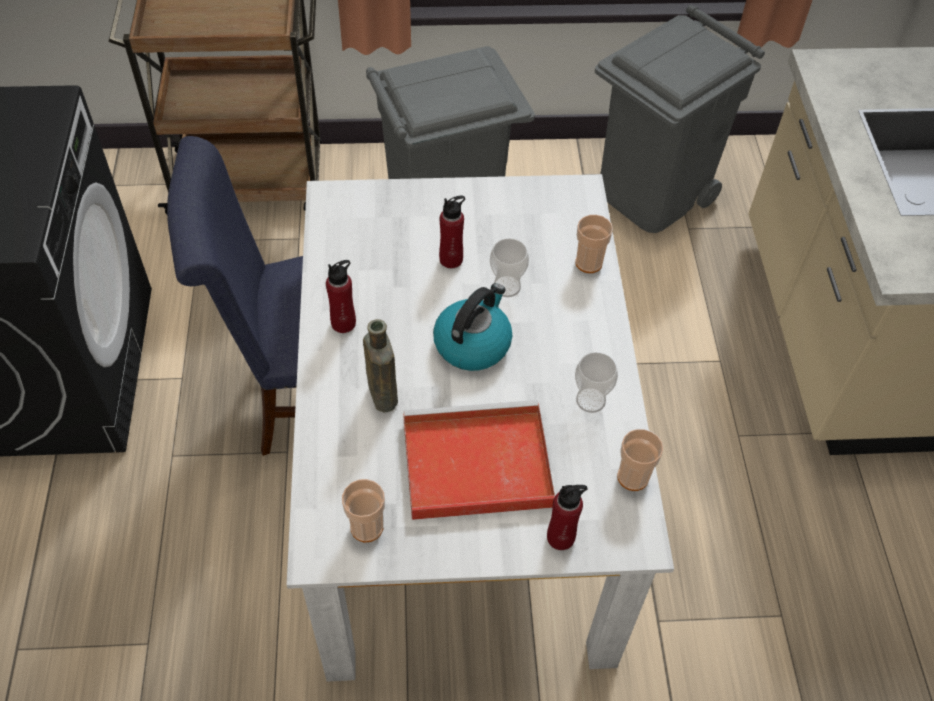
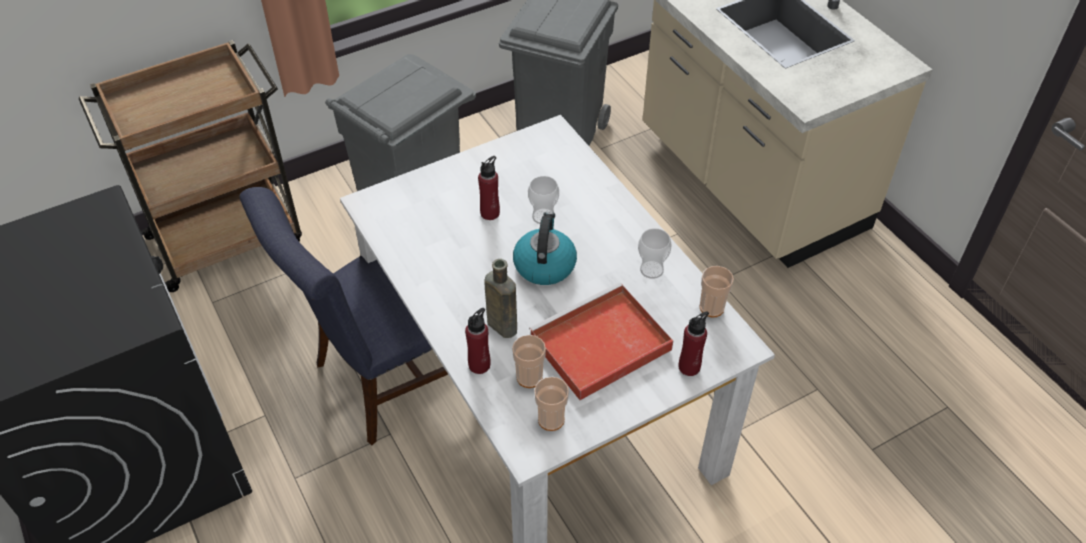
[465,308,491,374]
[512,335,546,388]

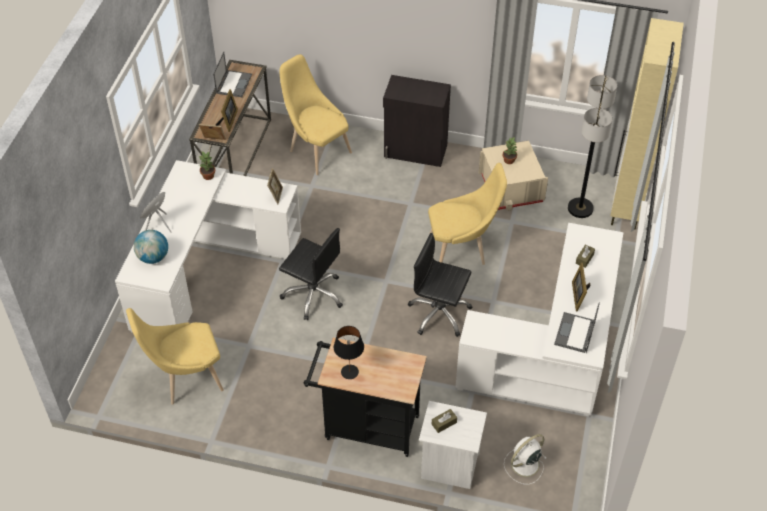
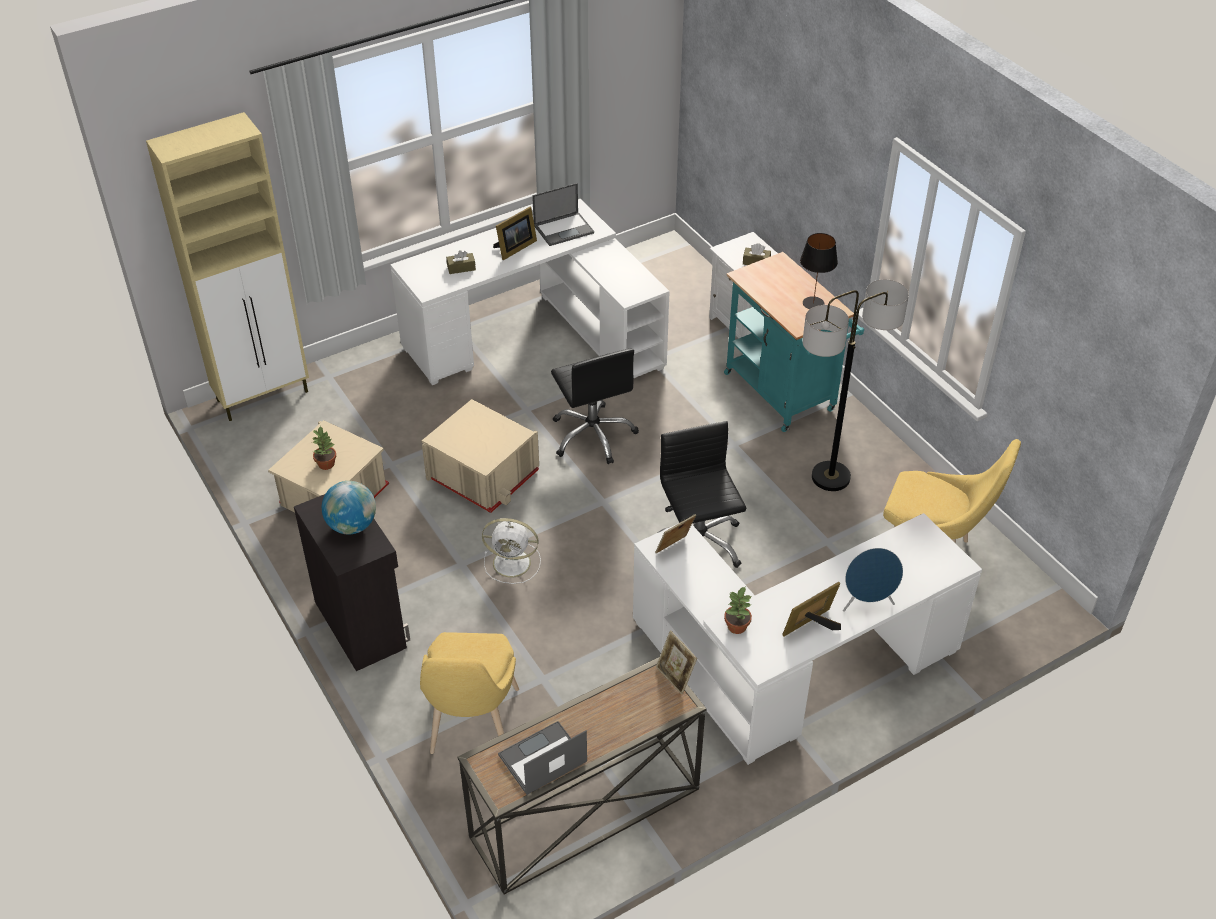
[322,481,376,534]
[782,582,841,637]
[482,518,541,584]
[802,279,909,491]
[422,399,539,513]
[724,252,864,432]

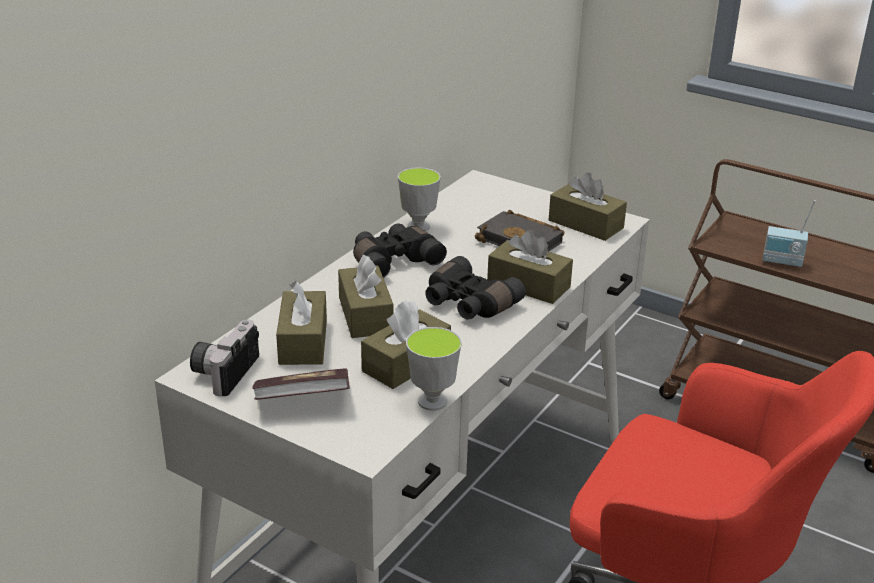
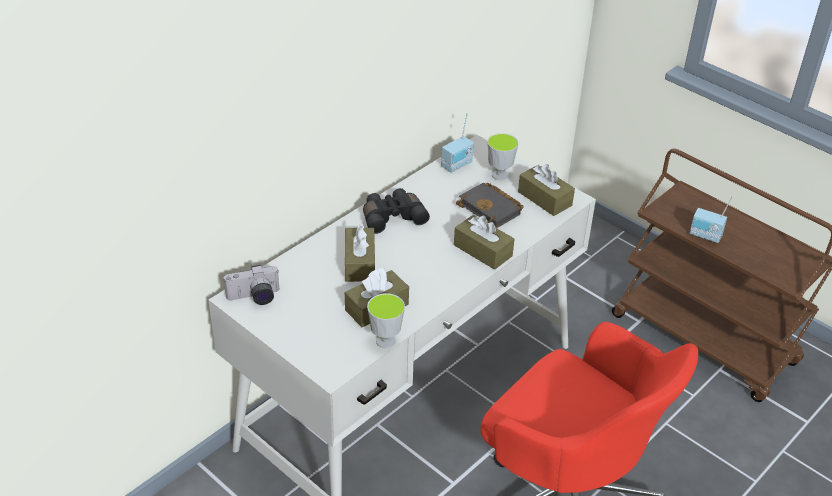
[252,368,350,400] (first image)
[276,281,327,365] (first image)
[425,256,526,319] (first image)
[441,113,474,173]
[487,133,519,180]
[224,265,280,305]

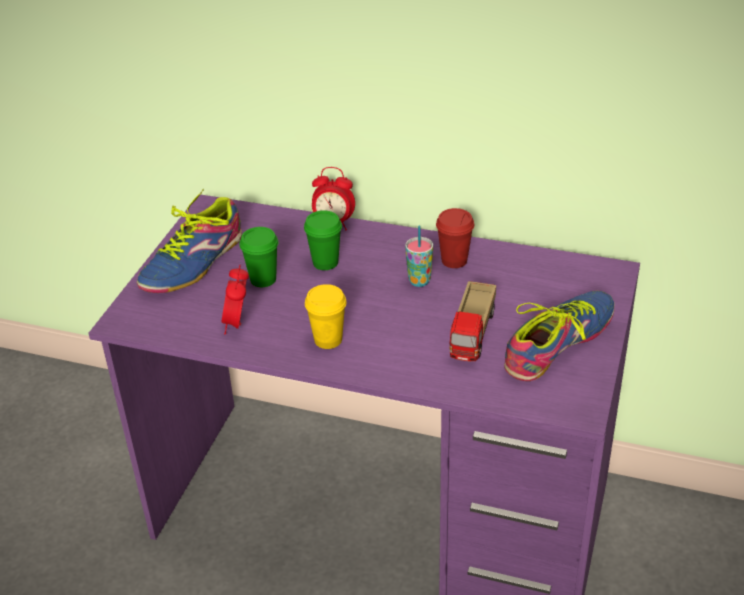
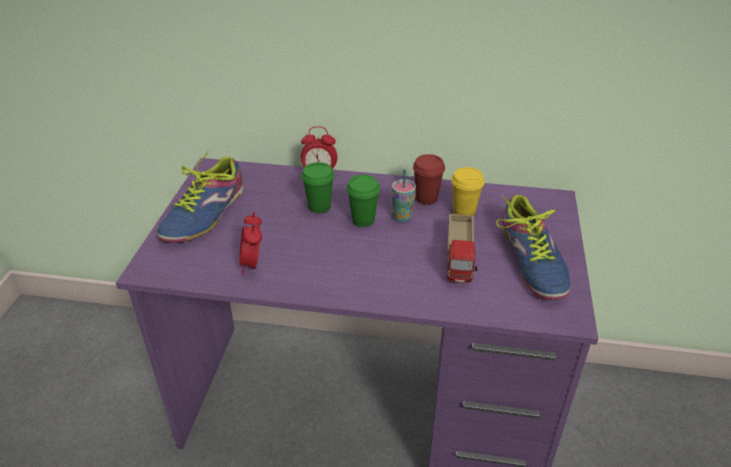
[346,175,380,227]
[451,167,485,216]
[496,195,571,300]

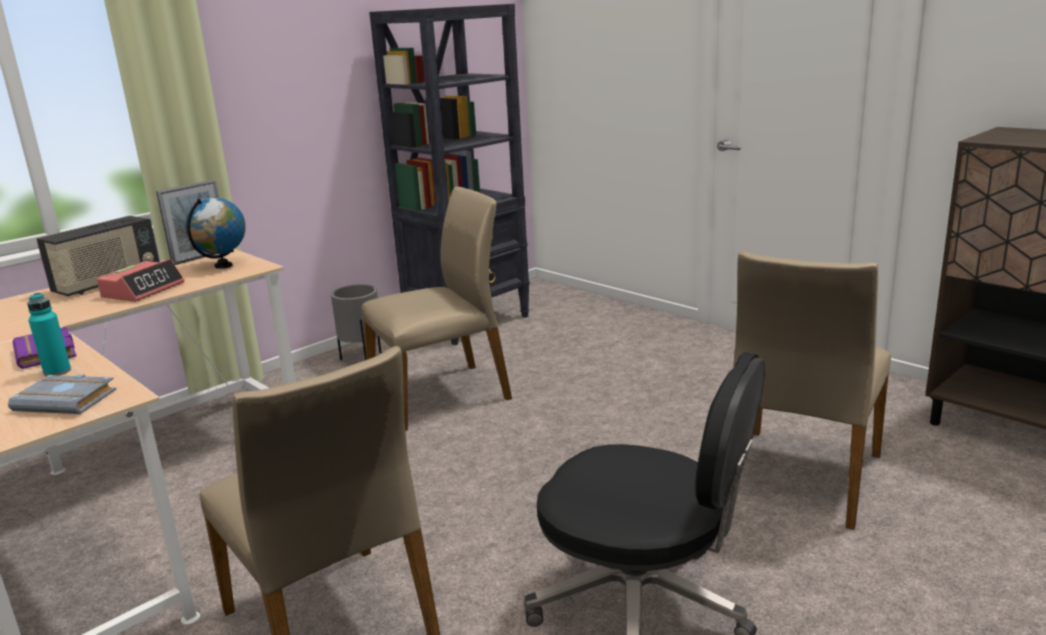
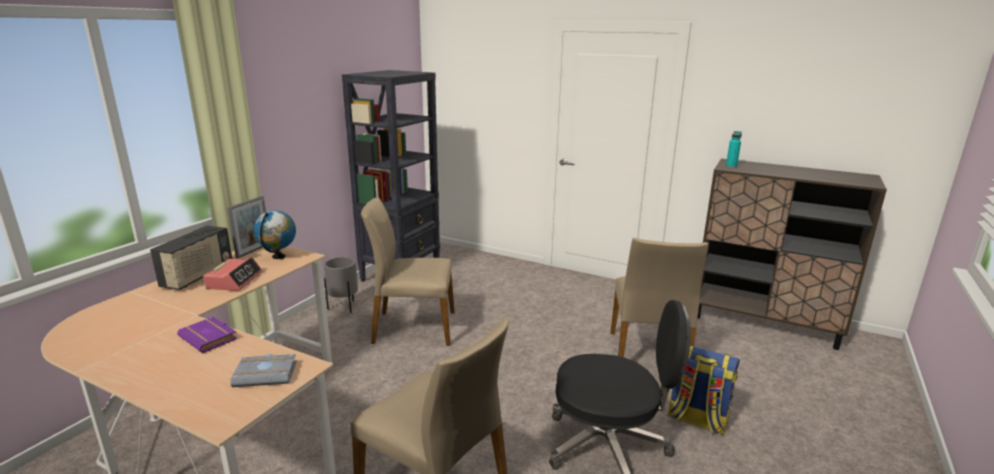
[667,345,740,435]
[726,131,742,168]
[361,197,455,346]

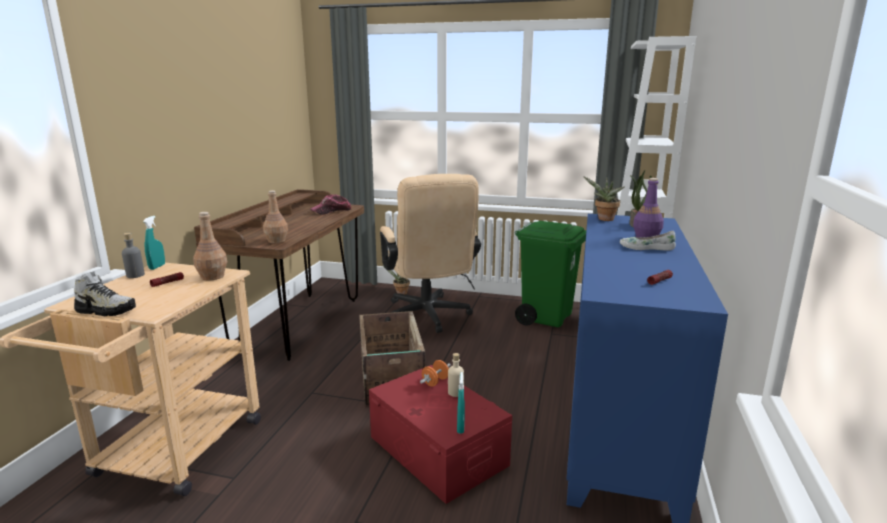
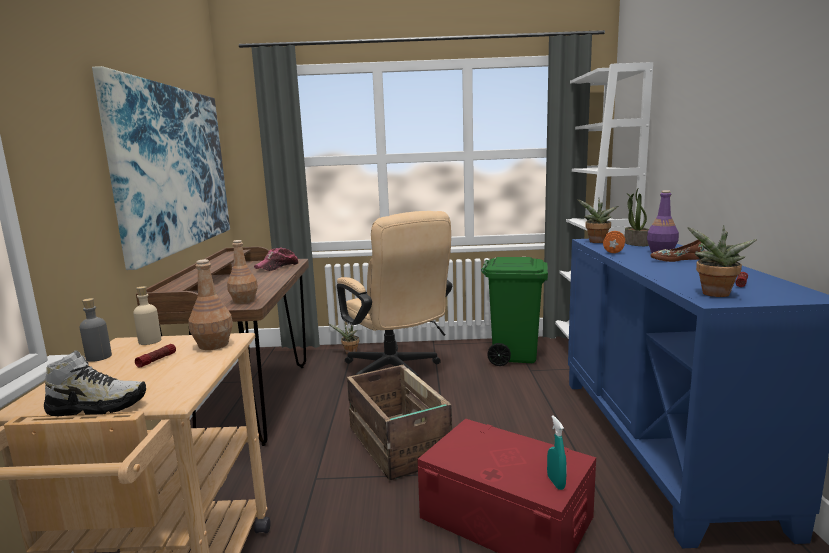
[143,216,165,270] (first image)
[92,66,230,270]
[687,225,757,297]
[603,231,625,253]
[133,286,161,345]
[650,240,705,262]

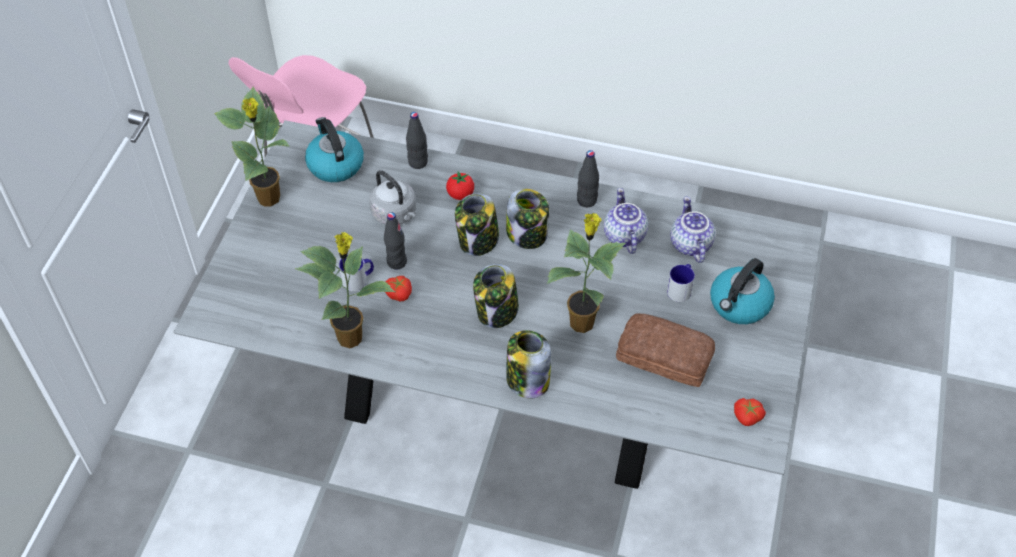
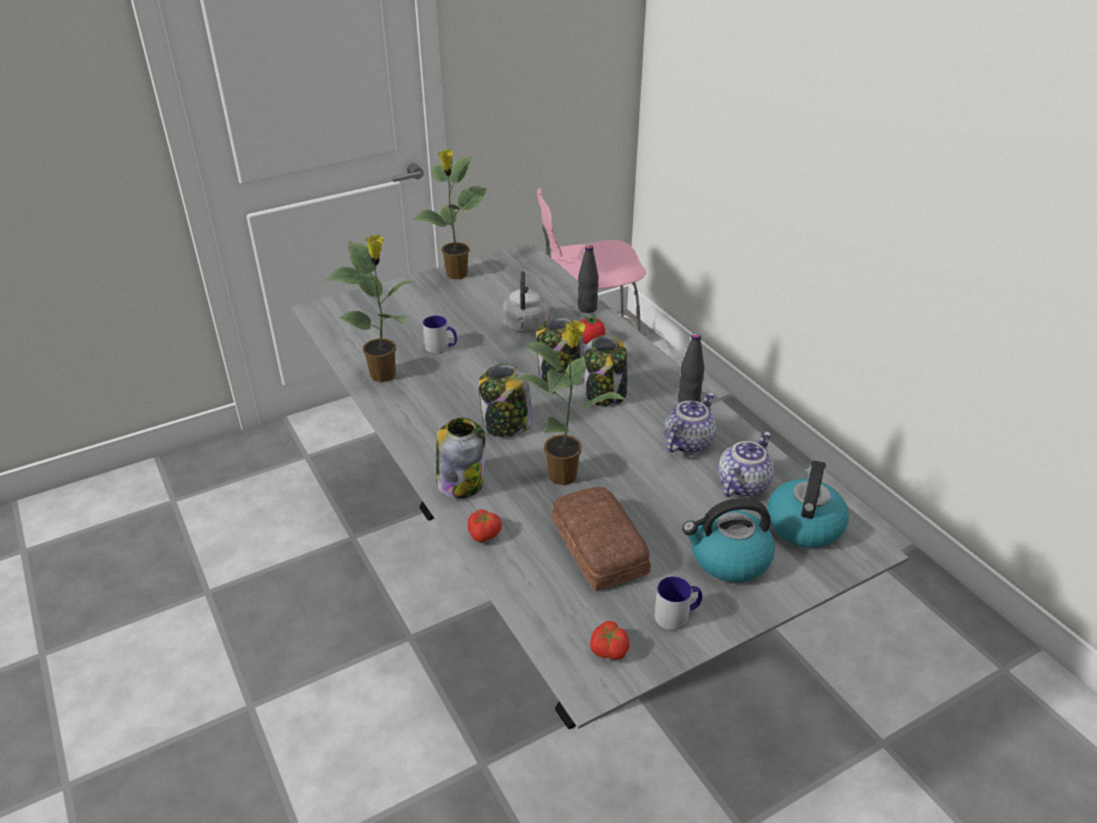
[384,212,407,270] (first image)
[767,460,849,548]
[468,509,502,542]
[654,576,702,630]

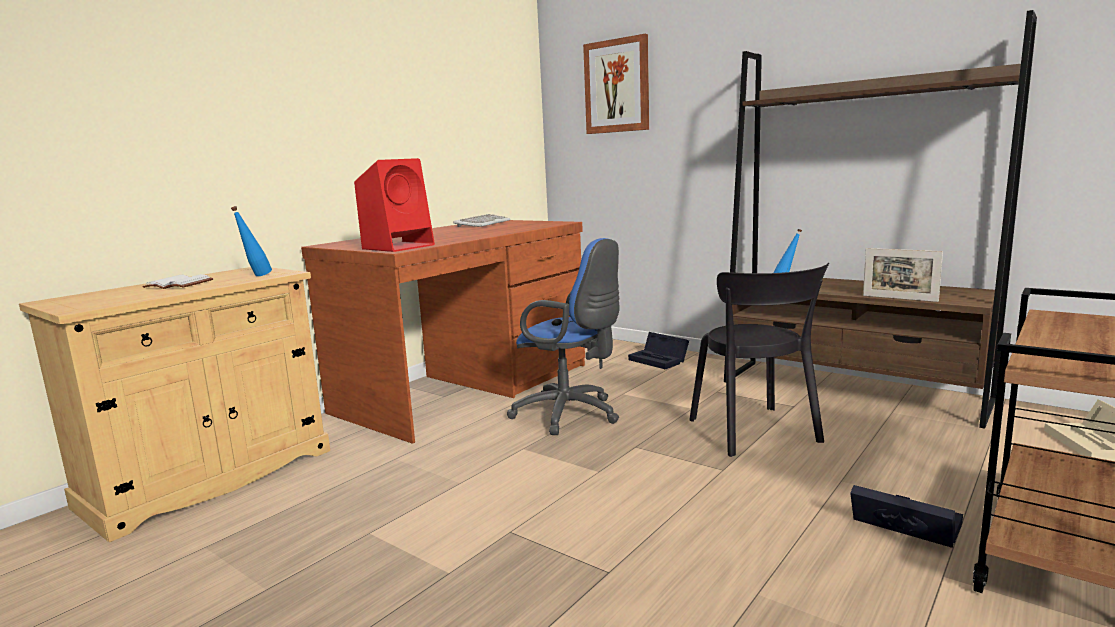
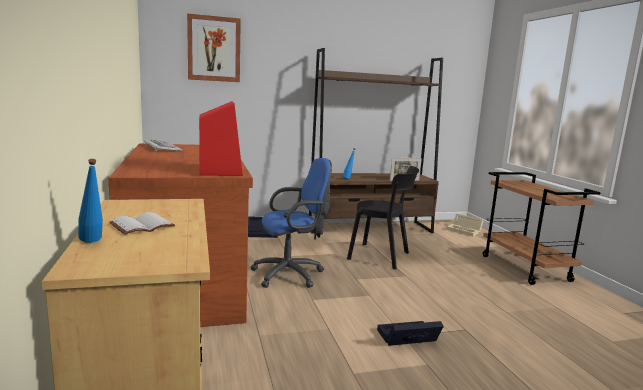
[78,159,103,243]
[377,321,444,346]

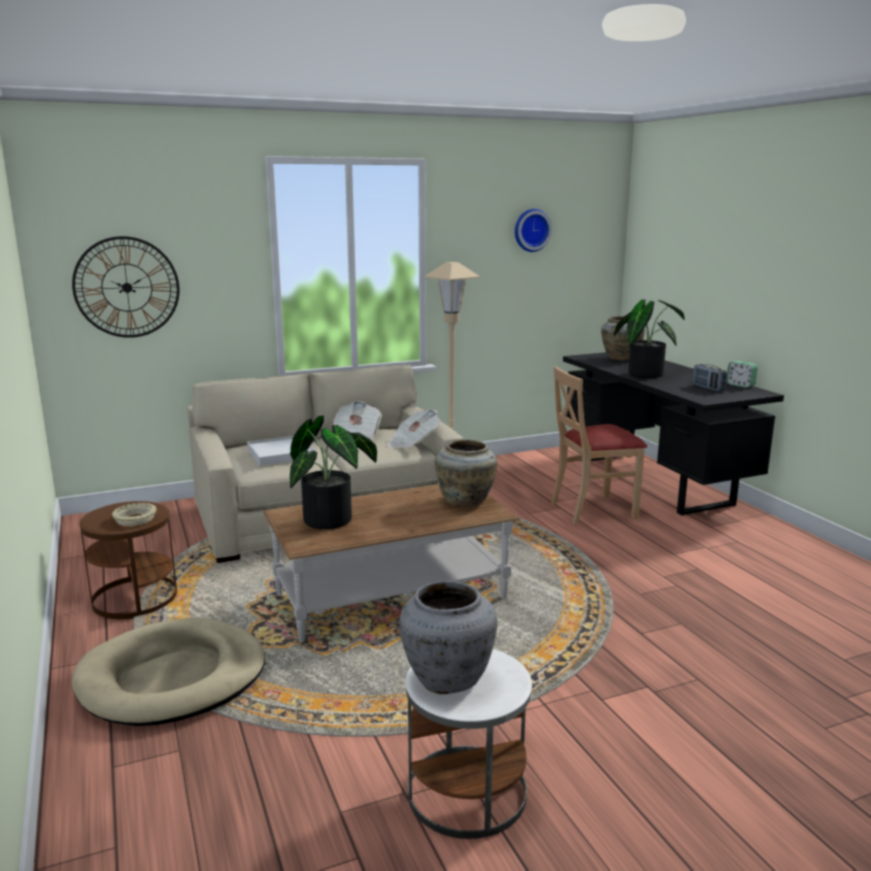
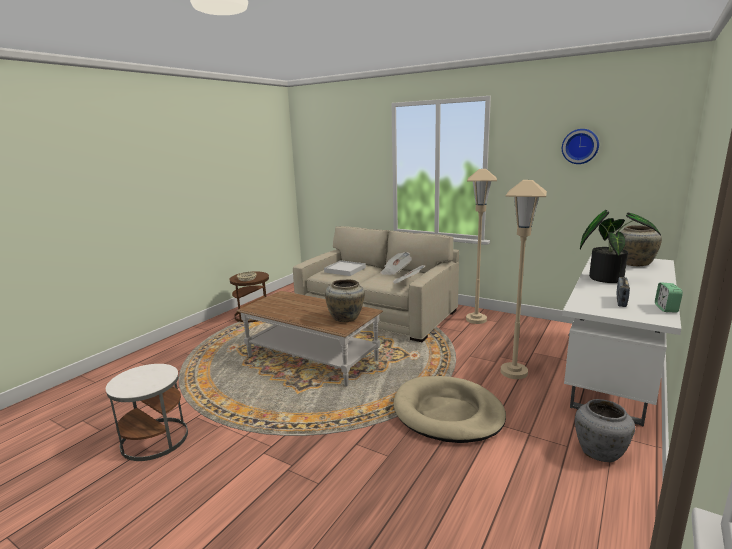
[72,236,180,338] (first image)
[290,415,377,529] (first image)
[394,376,506,443]
[575,399,635,462]
[500,180,547,379]
[562,254,681,427]

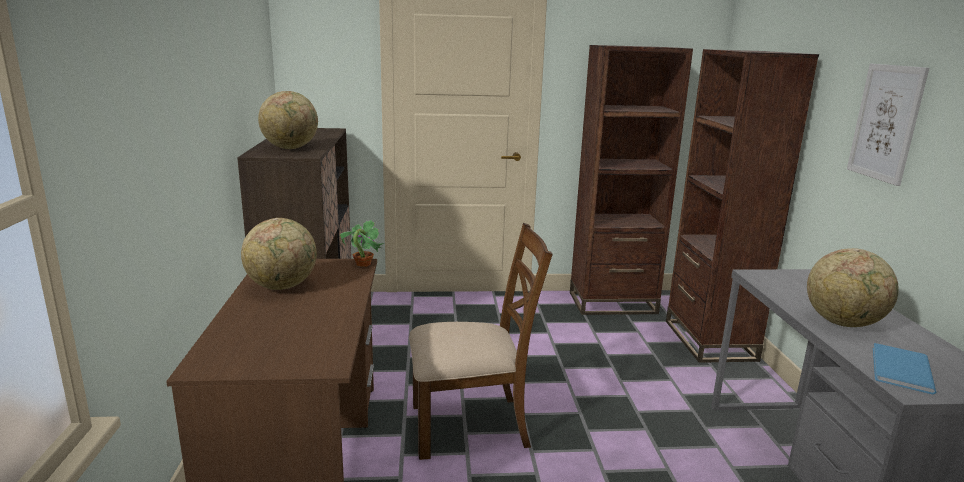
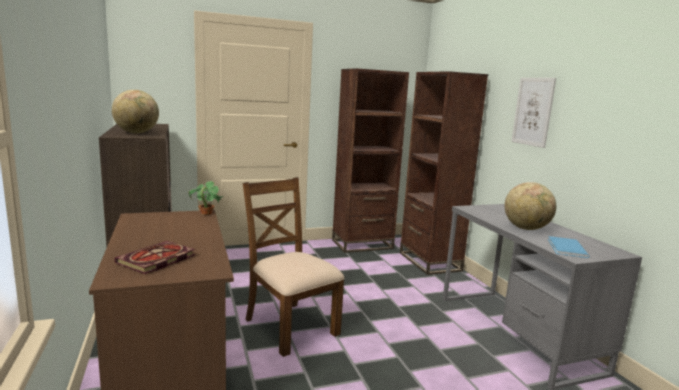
[241,218,317,290] (first image)
[115,241,195,274]
[243,177,345,357]

